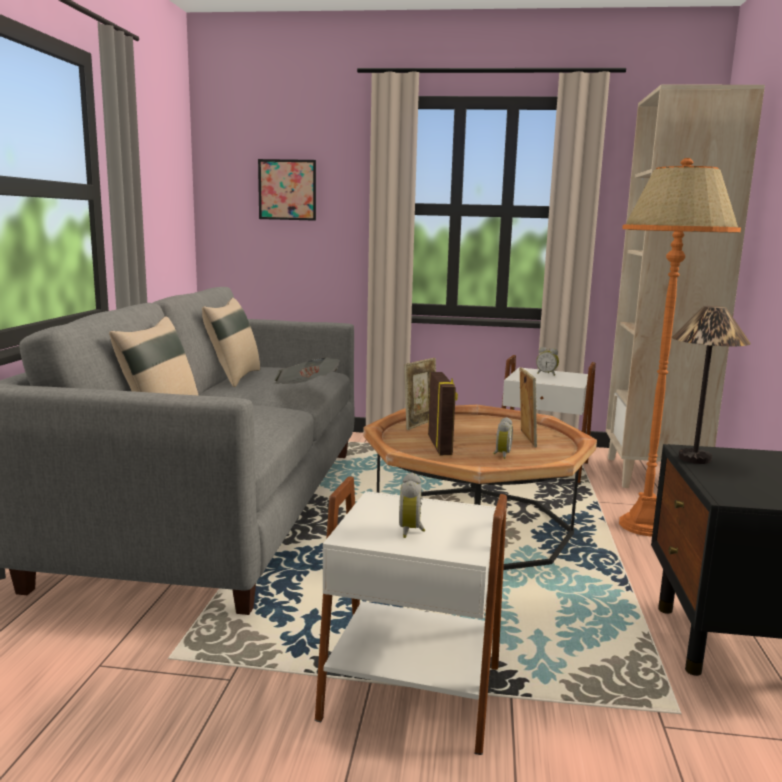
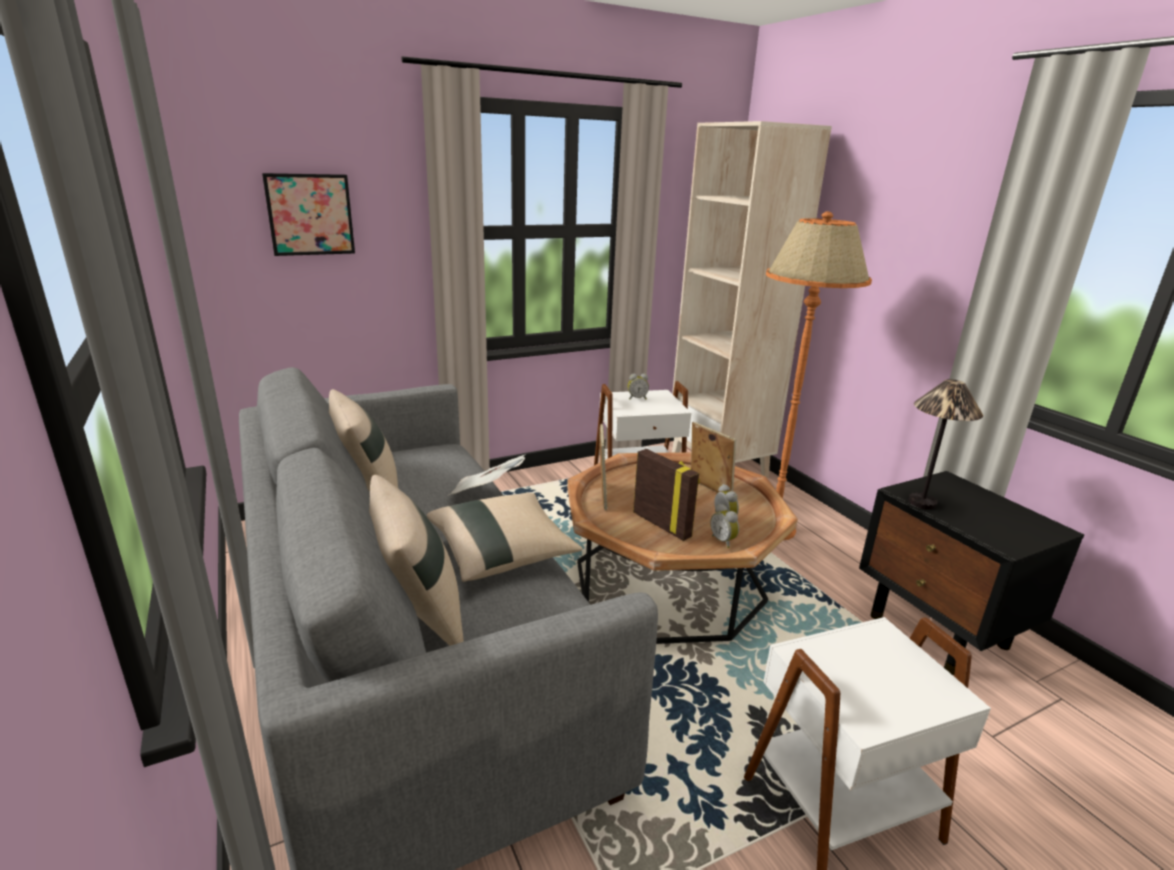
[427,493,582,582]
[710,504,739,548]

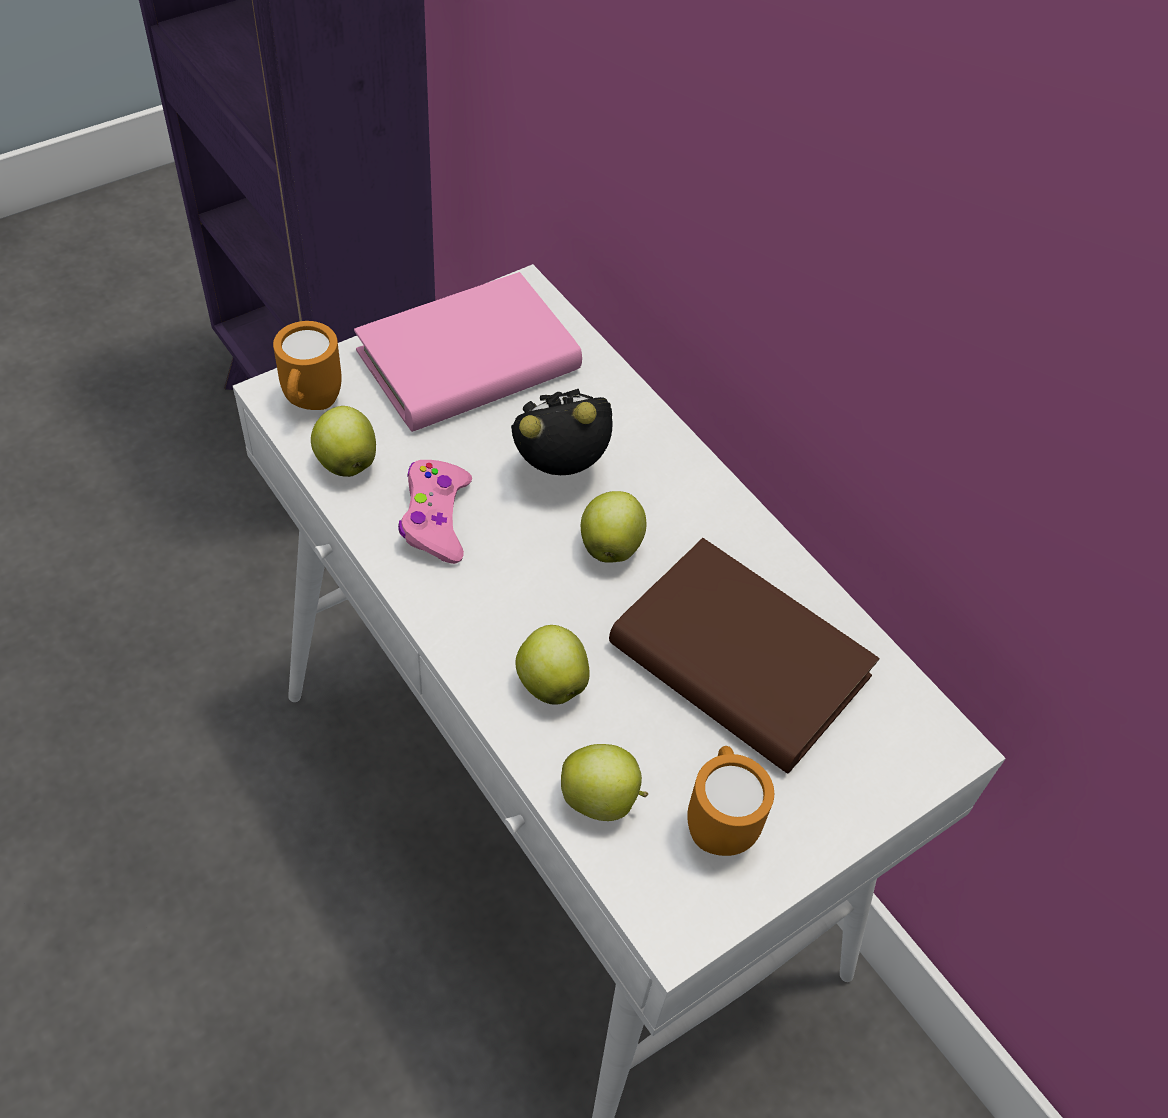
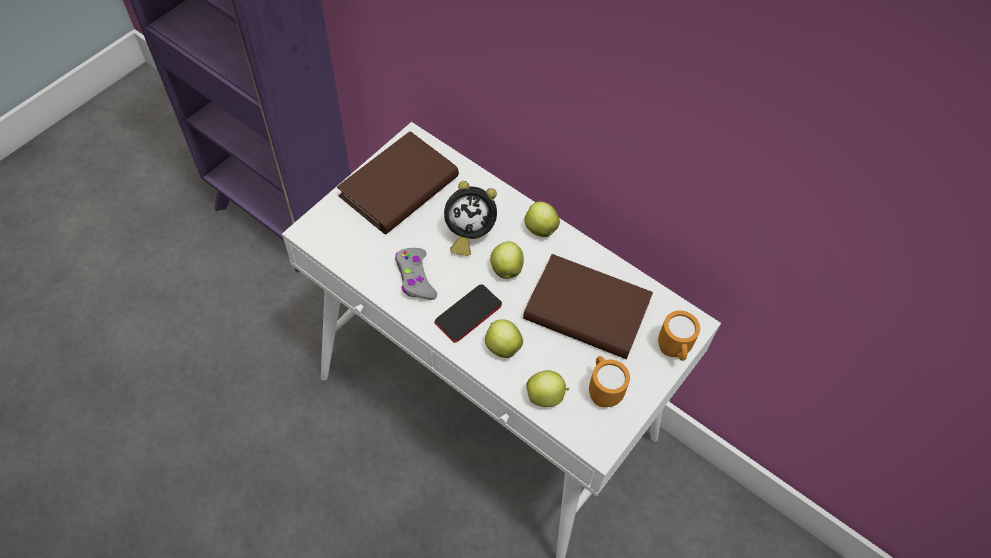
[435,284,502,343]
[658,311,700,361]
[525,202,560,237]
[337,131,459,235]
[395,248,437,300]
[444,181,497,256]

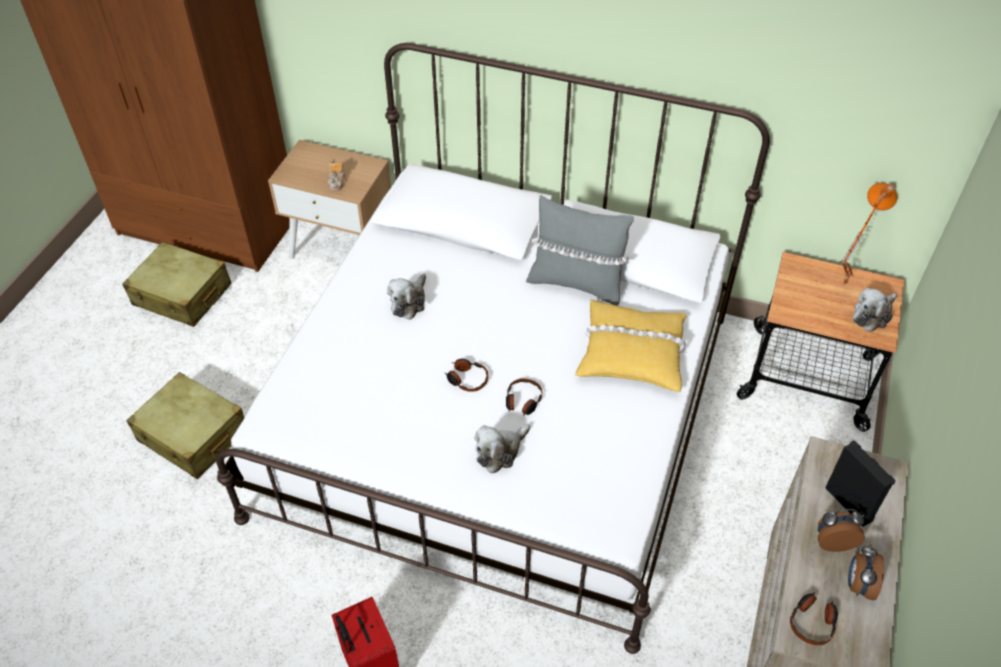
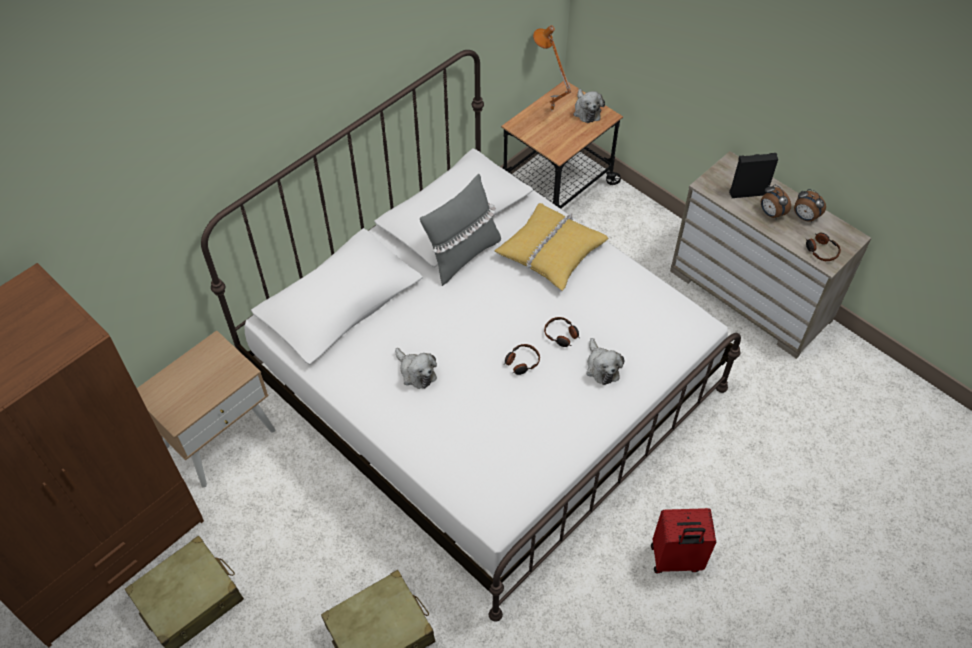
[328,159,347,191] (first image)
[761,185,791,219]

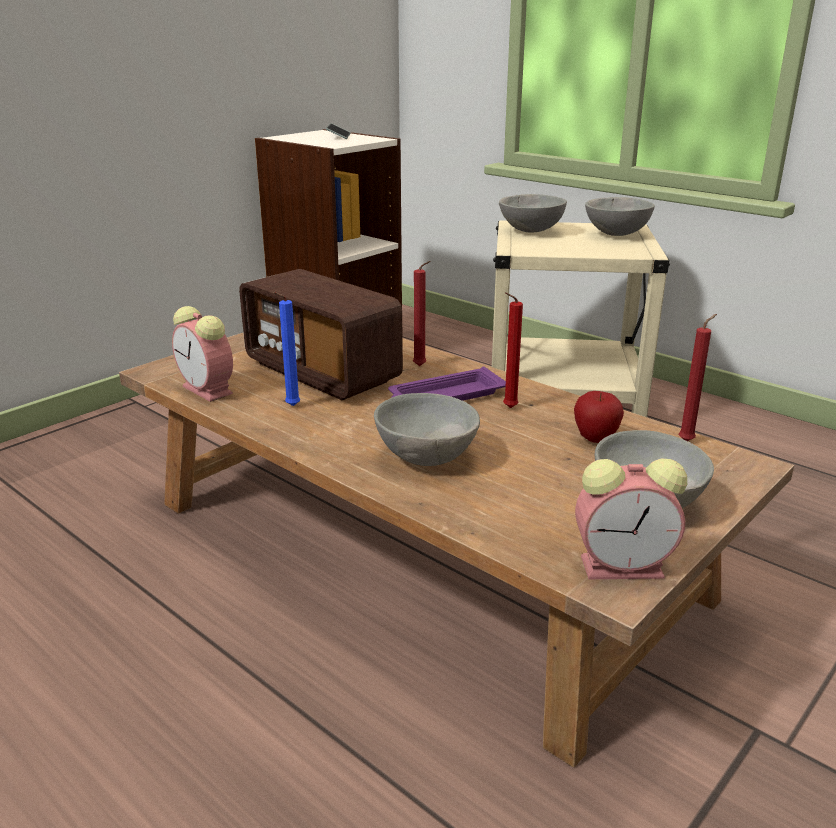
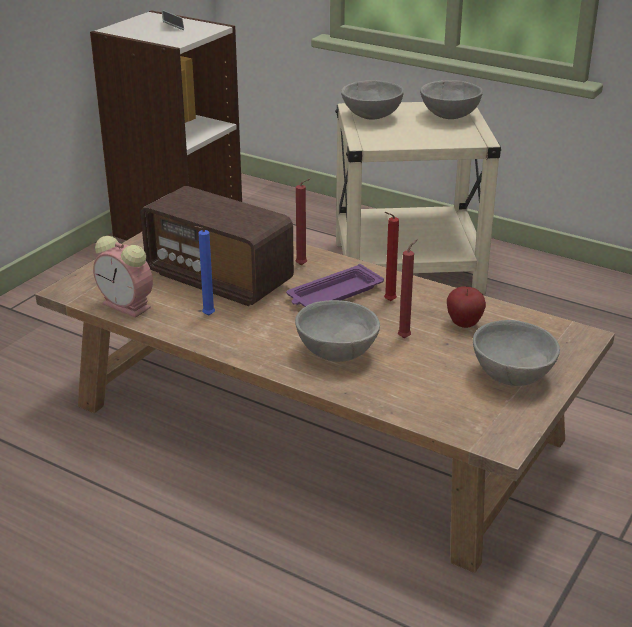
[575,459,687,579] (first image)
[398,239,418,338]

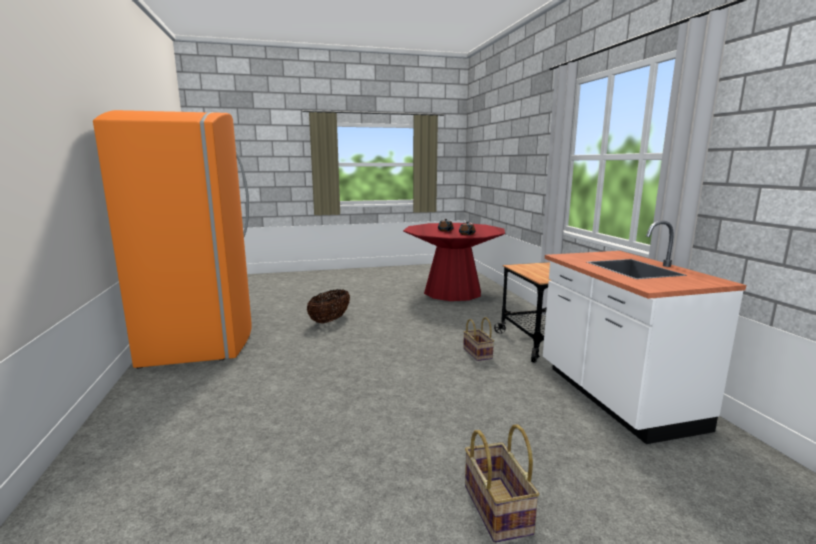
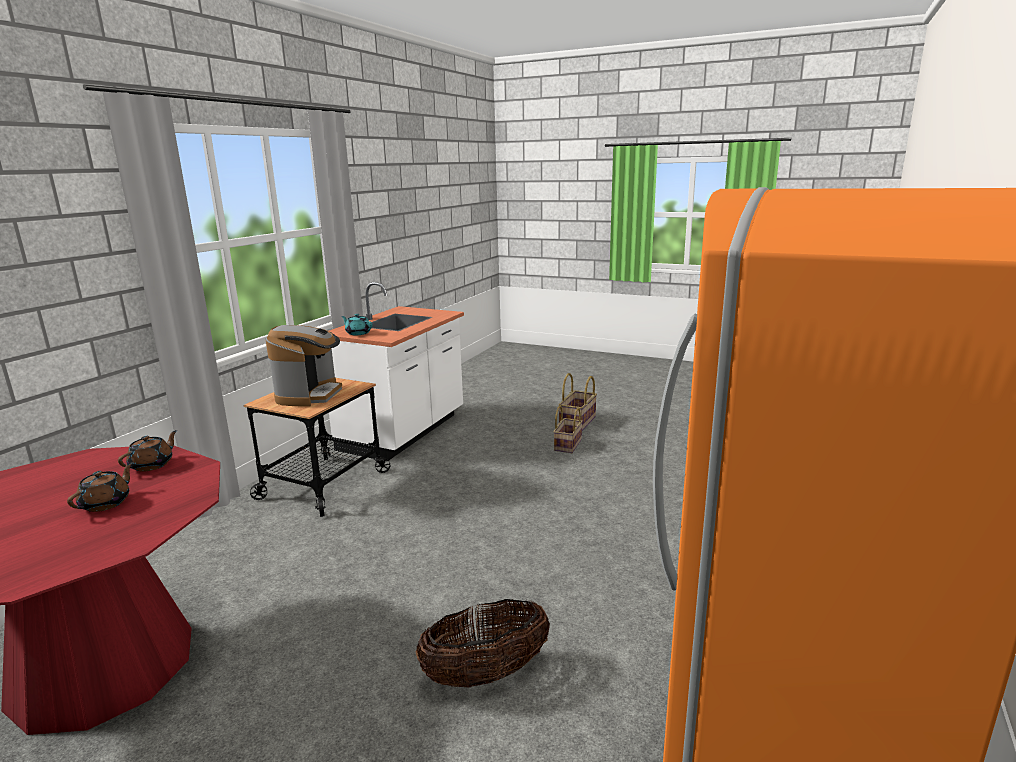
[265,325,342,406]
[341,314,372,335]
[553,406,583,453]

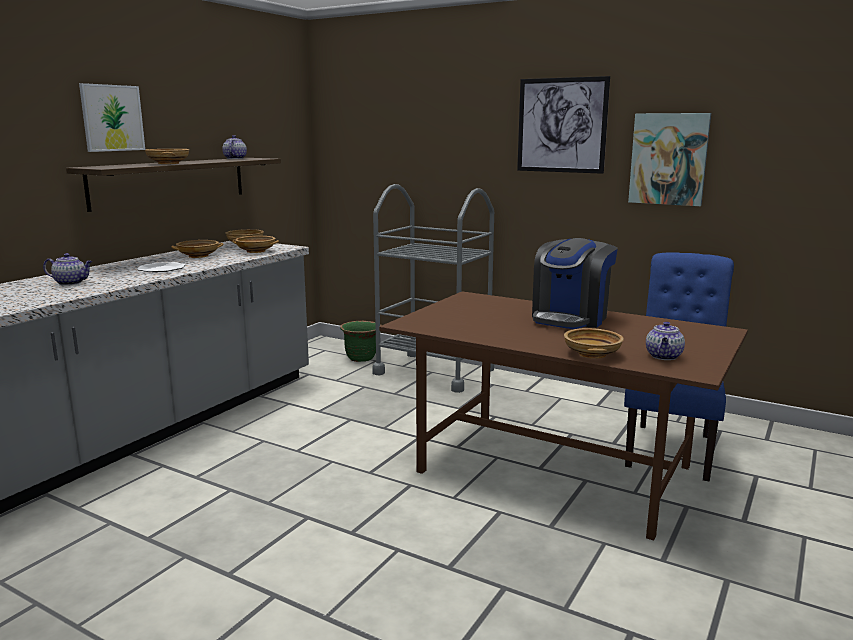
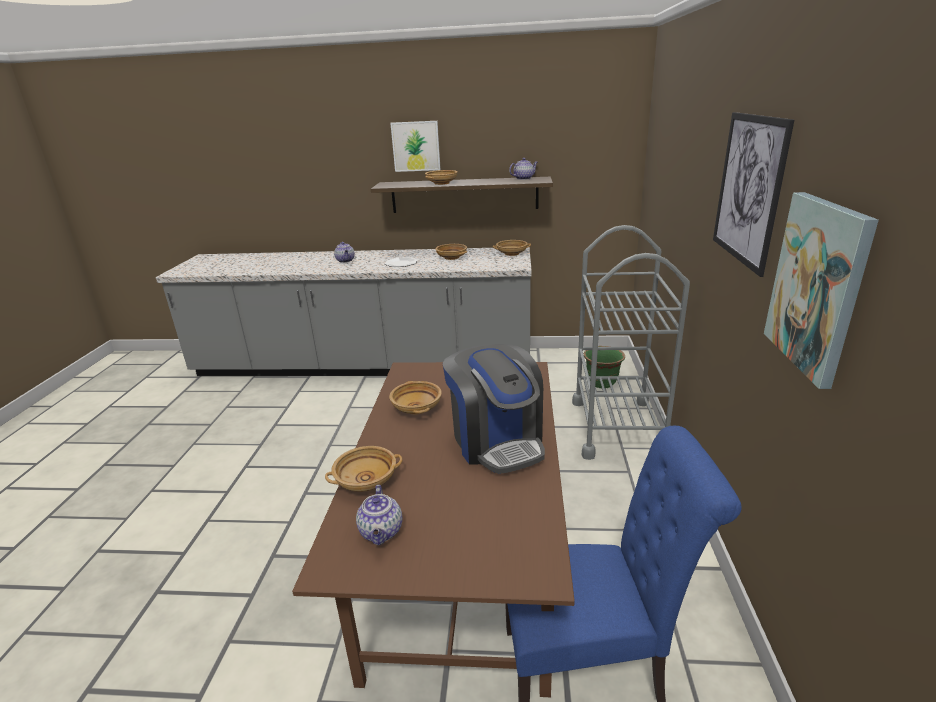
[389,381,442,414]
[443,344,545,474]
[356,485,403,545]

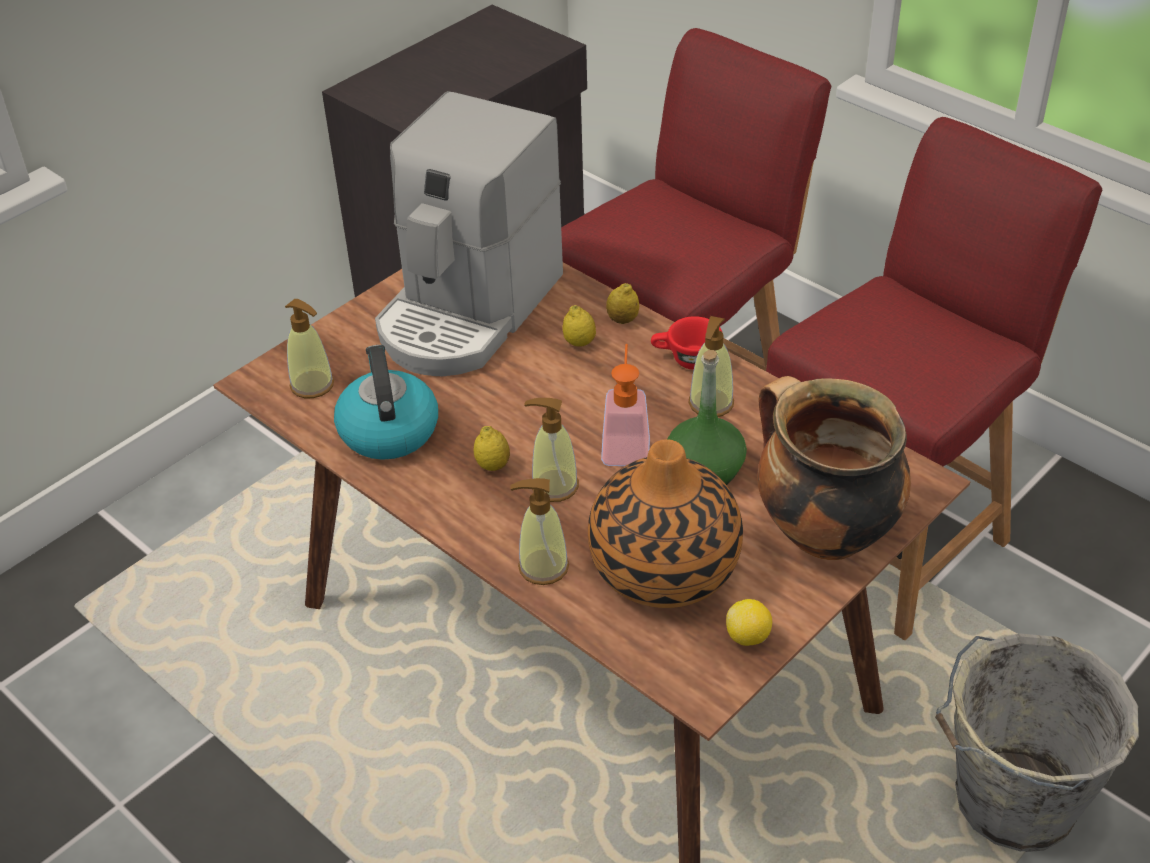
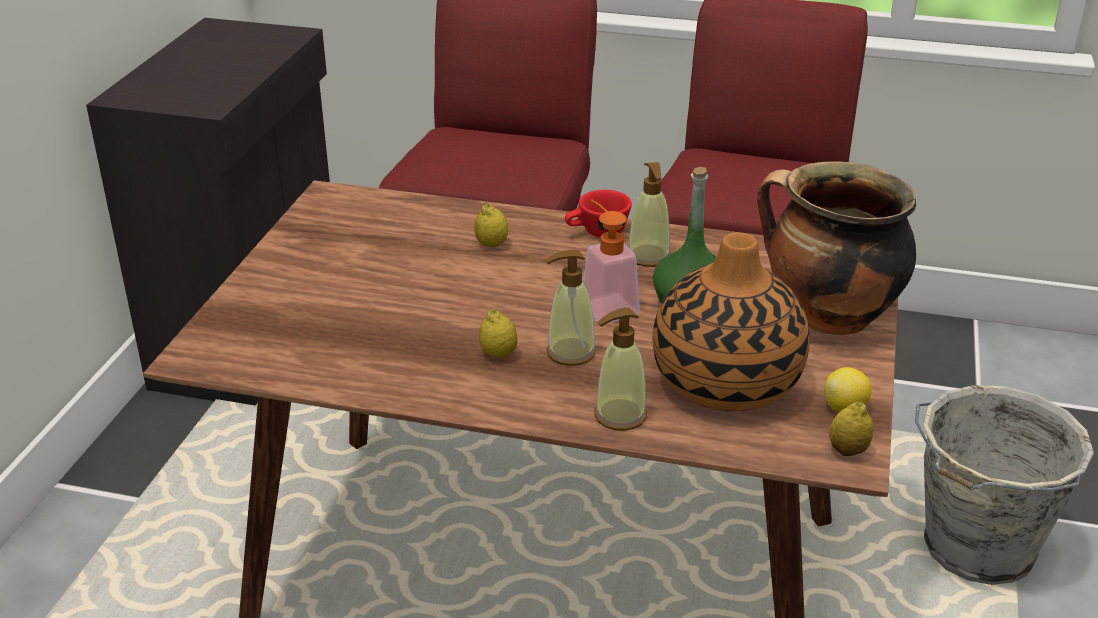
[285,299,334,398] (first image)
[334,345,438,460] (first image)
[375,91,563,376] (first image)
[829,402,874,456]

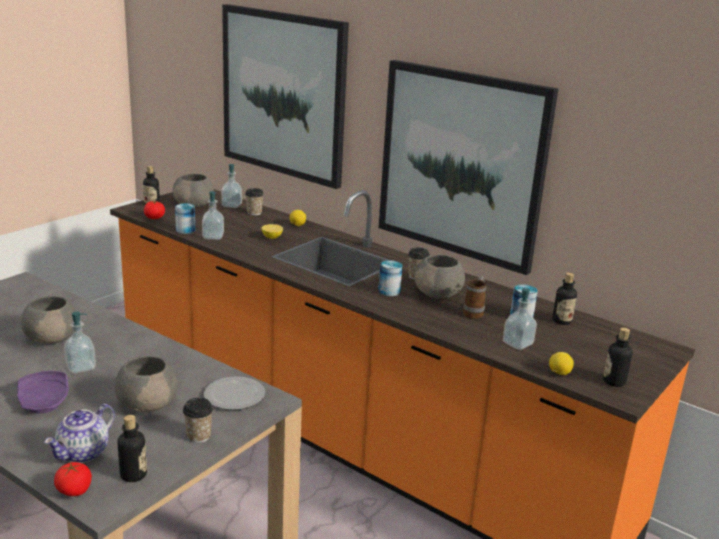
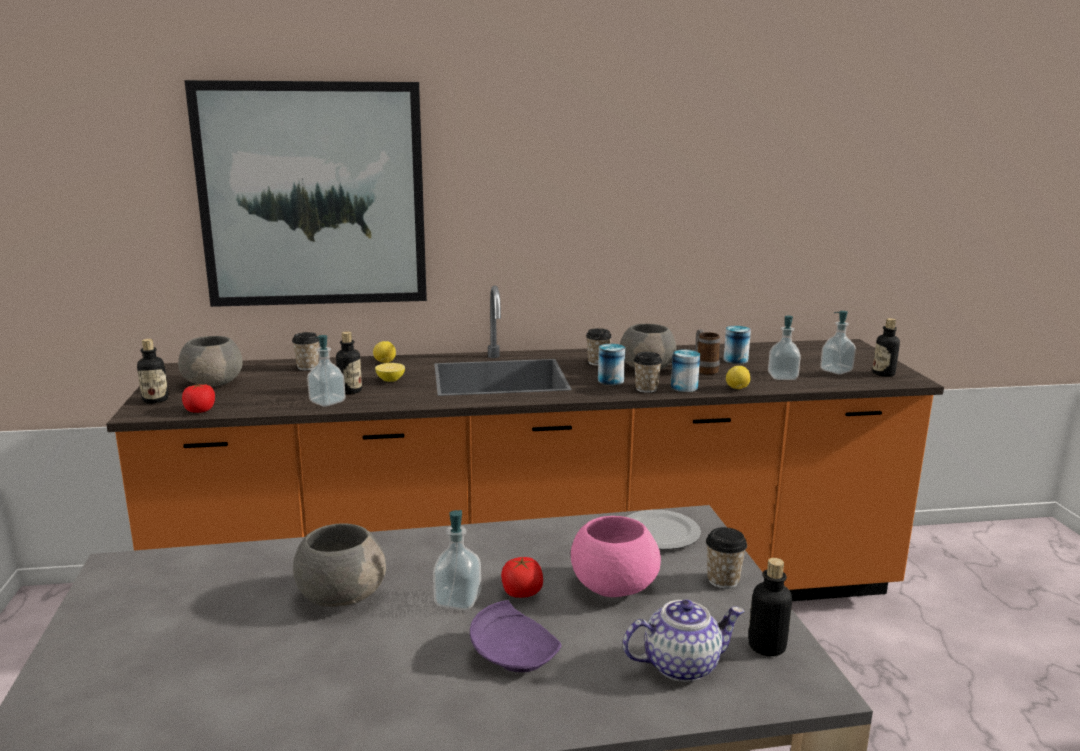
[379,60,558,275] (first image)
[634,352,662,393]
[501,557,543,598]
[671,350,700,392]
[820,311,856,374]
[726,366,750,389]
[336,331,362,394]
[571,516,661,597]
[623,600,745,682]

